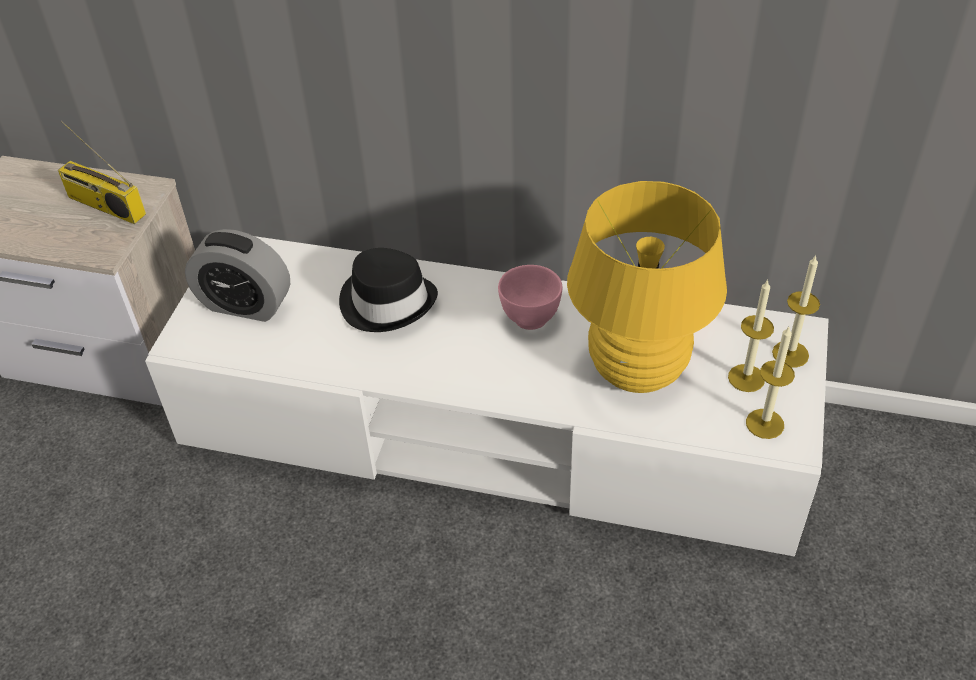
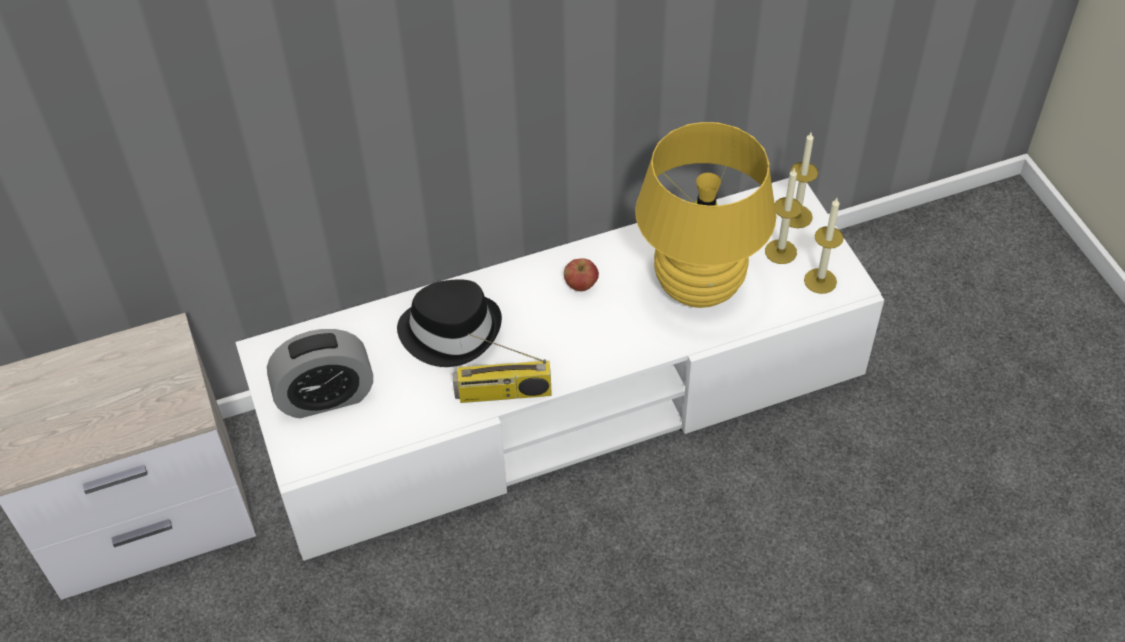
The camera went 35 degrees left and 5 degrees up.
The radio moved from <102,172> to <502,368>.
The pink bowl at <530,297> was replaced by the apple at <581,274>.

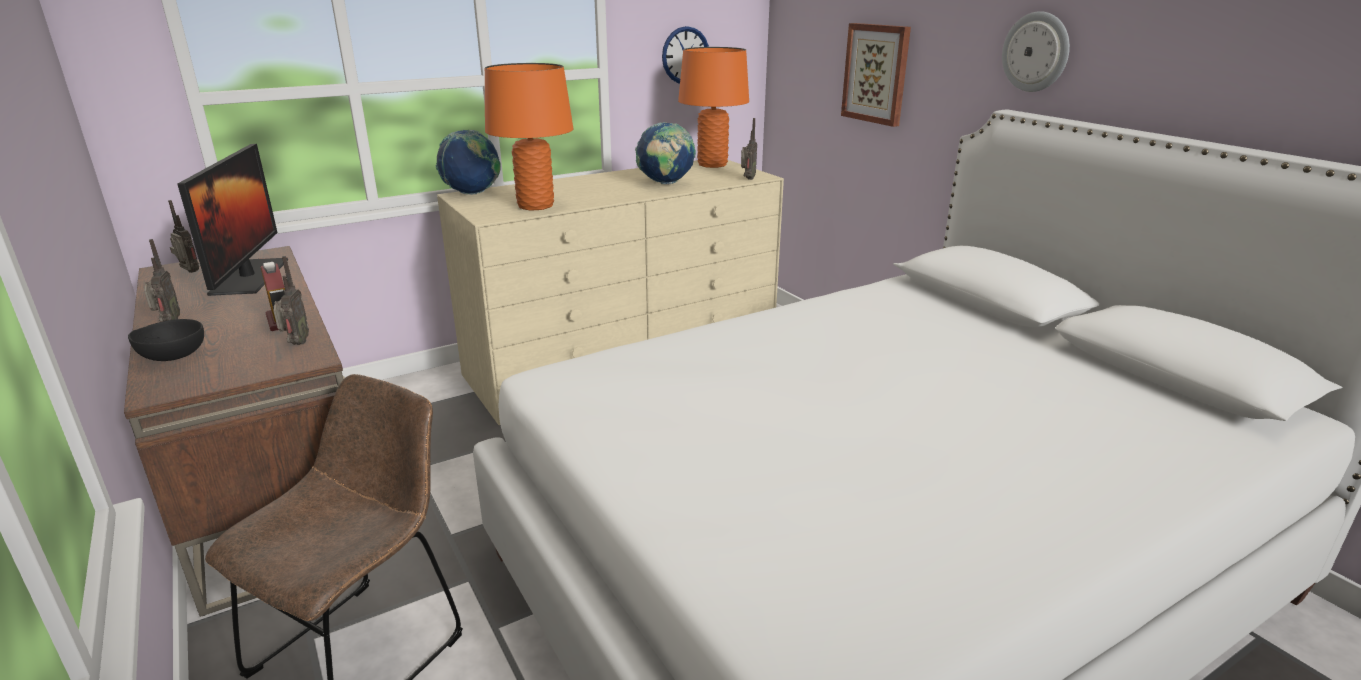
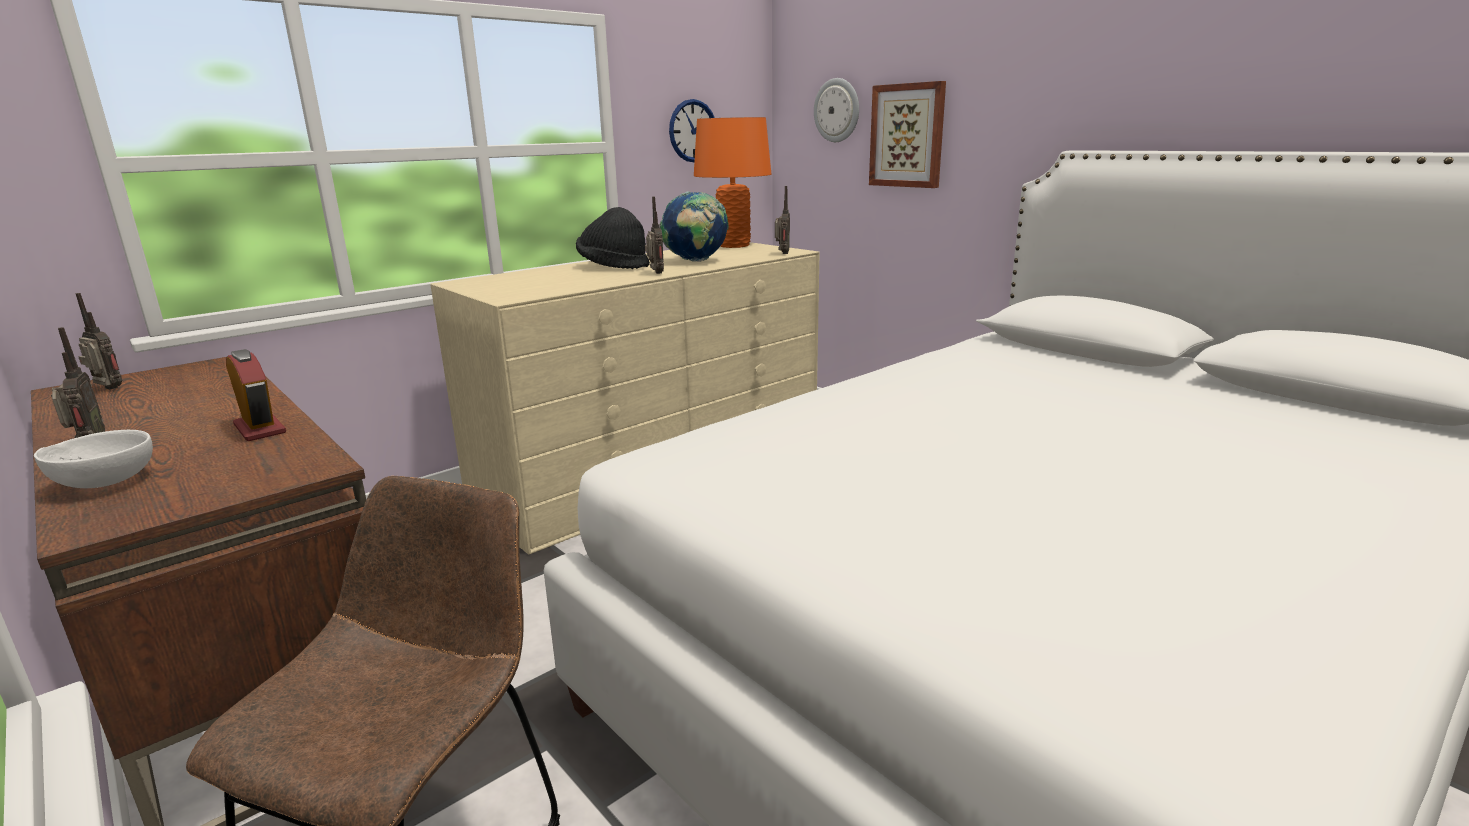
The camera went 10 degrees left and 5 degrees down.
The black bowl at <166,340> became the white bowl at <93,459>.
The monitor at <233,220> disappeared.
The radio moved from <291,300> to <654,235>.
The globe at <468,162> disappeared.
The orange table lamp at <529,136> disappeared.
The wall clock moved from <1036,51> to <836,110>.
The black hat at <613,238> appeared.

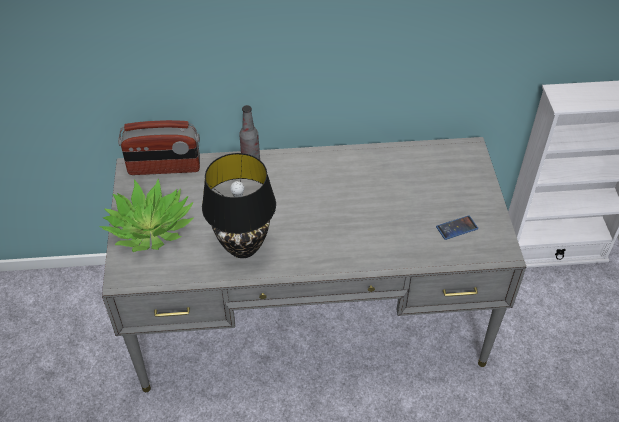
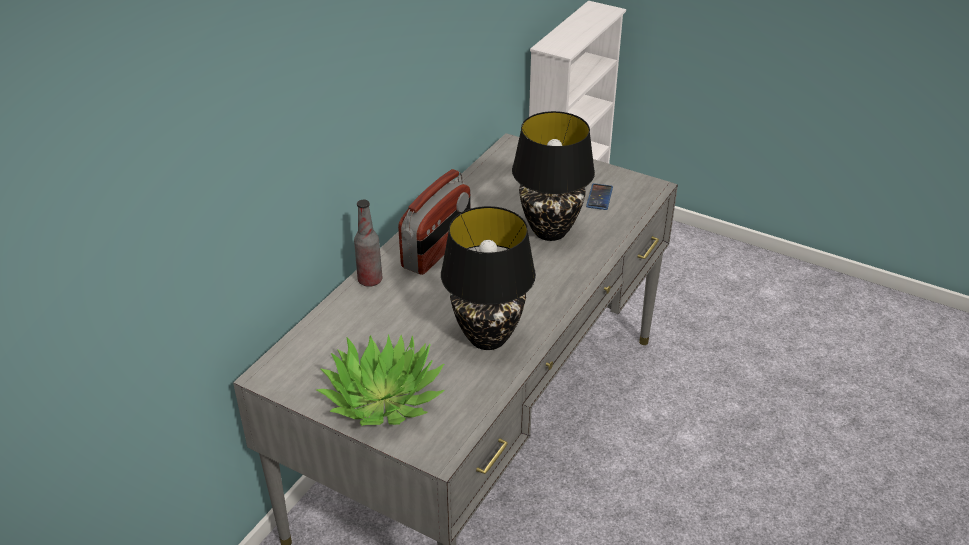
The camera went 55 degrees left and 10 degrees down.
The radio moved from <159,147> to <434,222>.
The black table lamp at <553,176> appeared.

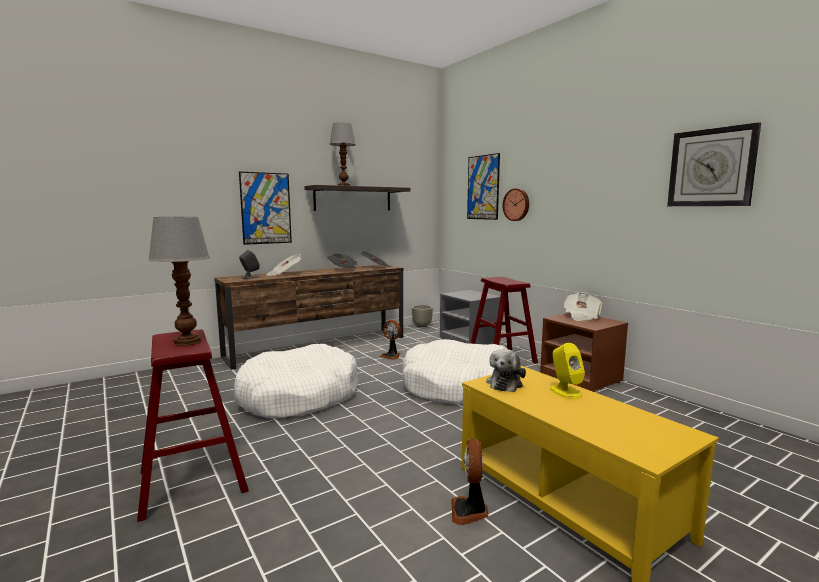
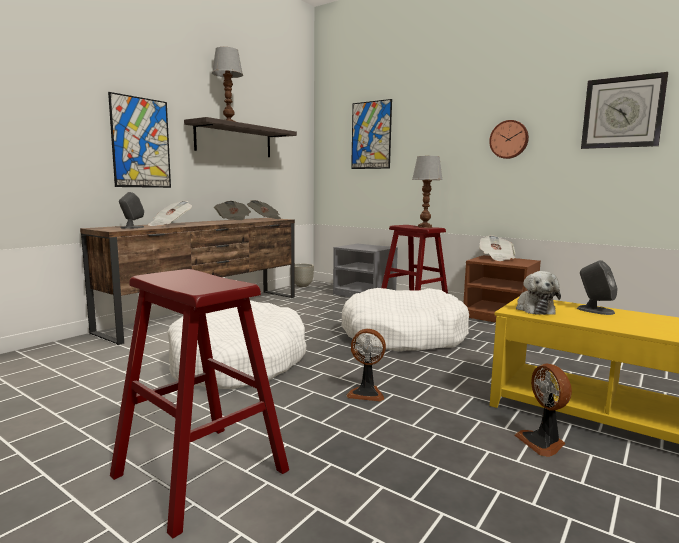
The camera went 20 degrees left and 0 degrees up.
The table lamp moved from <179,281> to <427,192>.
The fan moved from <390,340> to <366,365>.
The wall clock moved from <515,204> to <509,139>.
The yellow speaker at <567,371> became the grey speaker at <597,287>.

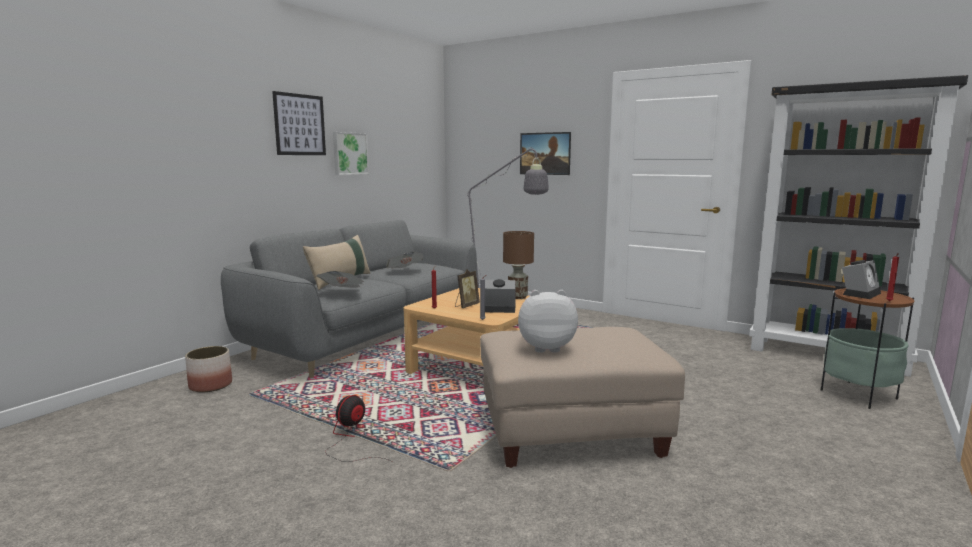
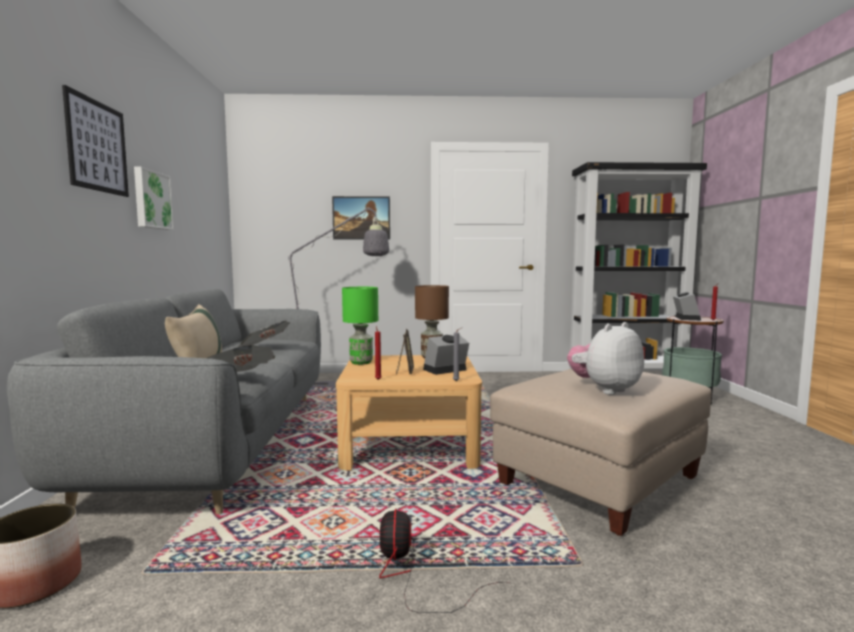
The camera went 35 degrees left and 5 degrees down.
The green table lamp at <360,326> appeared.

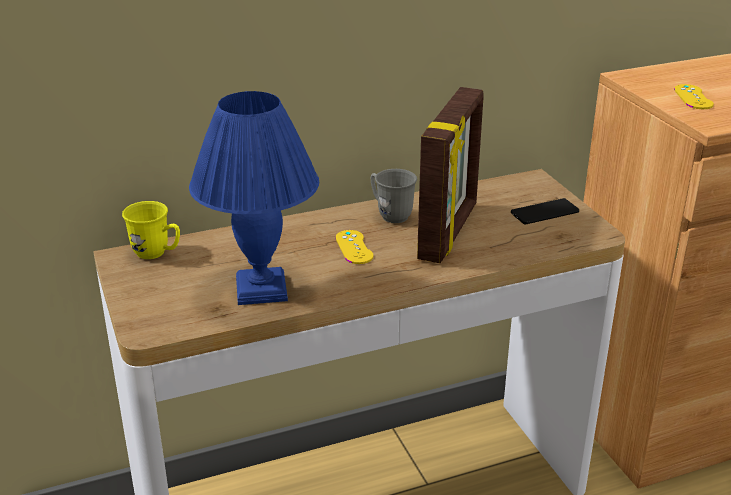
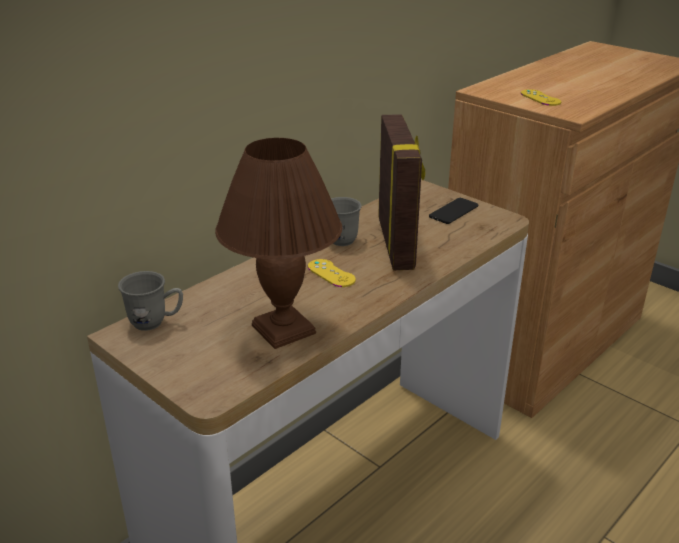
The camera went 25 degrees left and 0 degrees up.
The yellow mug at <151,230> became the grey mug at <150,301>.
The blue table lamp at <254,198> became the brown table lamp at <278,243>.

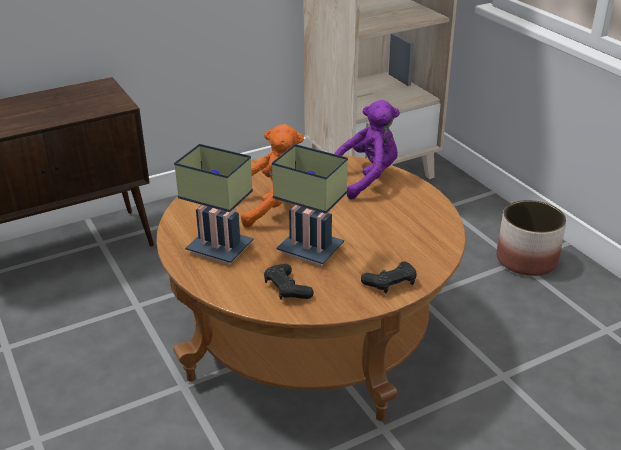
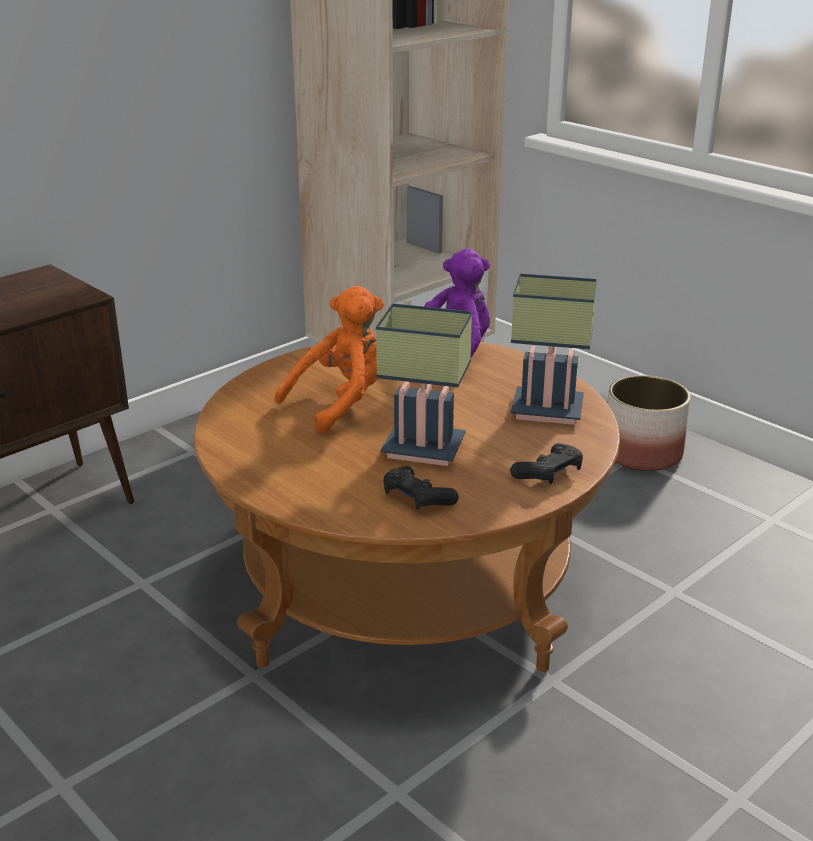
The camera went 15 degrees left and 5 degrees down.
The table lamp moved from <214,204> to <554,349>.

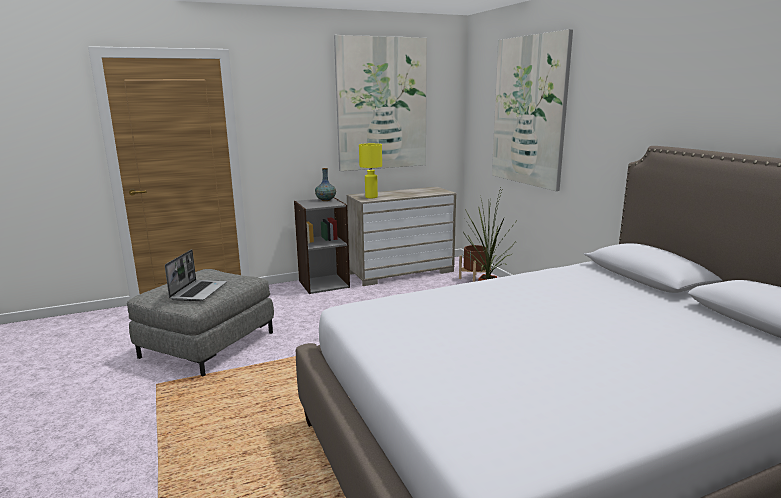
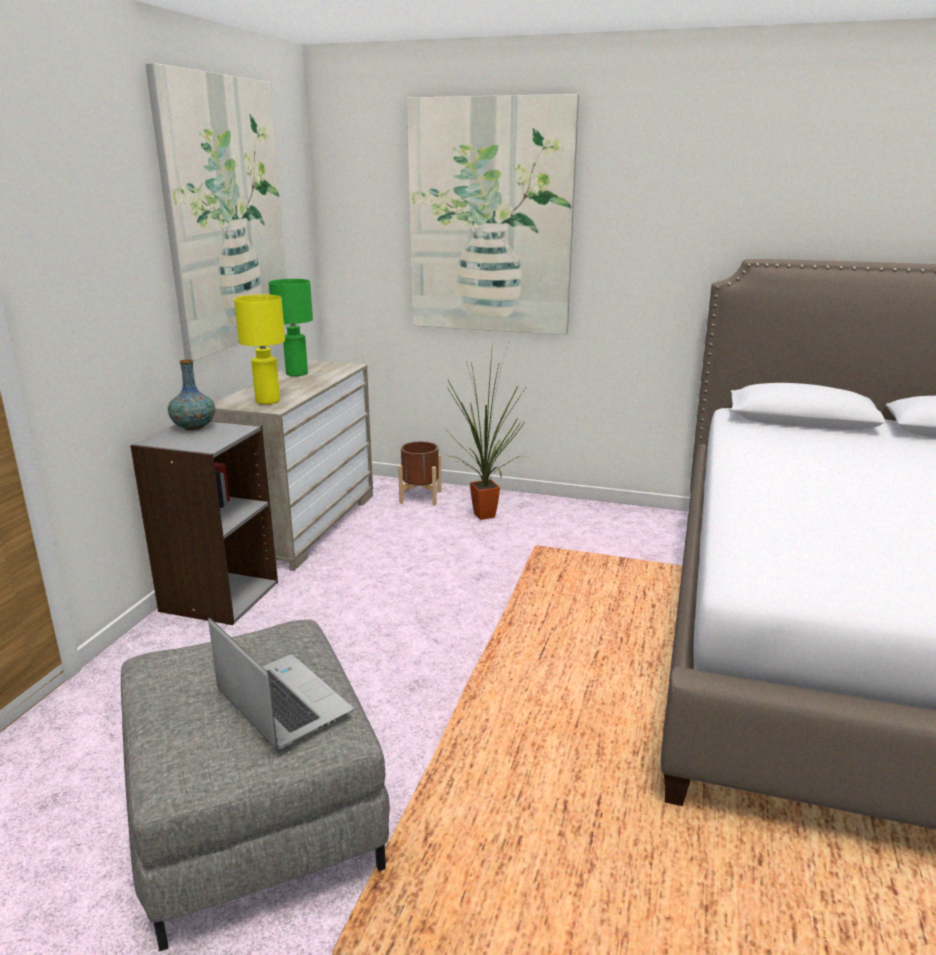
The camera went 50 degrees left and 5 degrees up.
The green table lamp at <291,327> appeared.

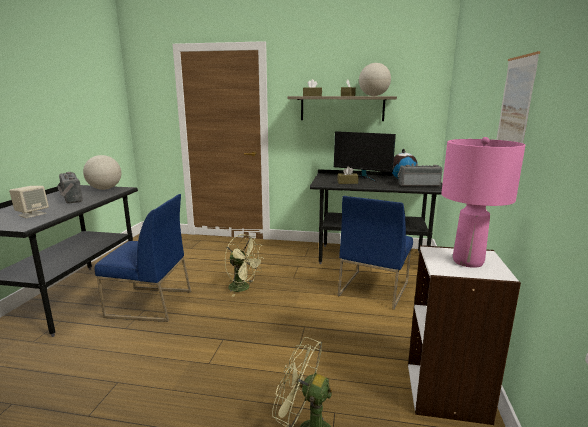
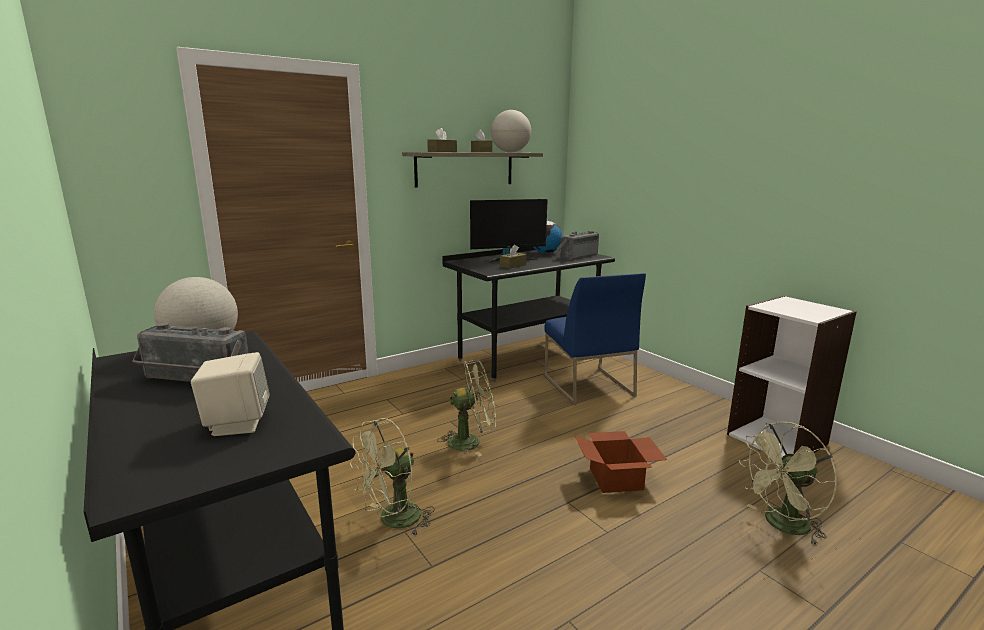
The camera went 45 degrees left and 0 degrees up.
The blue chair at <143,258> was replaced by the green fan at <392,477>.
The pink table lamp at <483,202> disappeared.
The picture at <518,97> disappeared.
The cardboard box at <621,462> appeared.

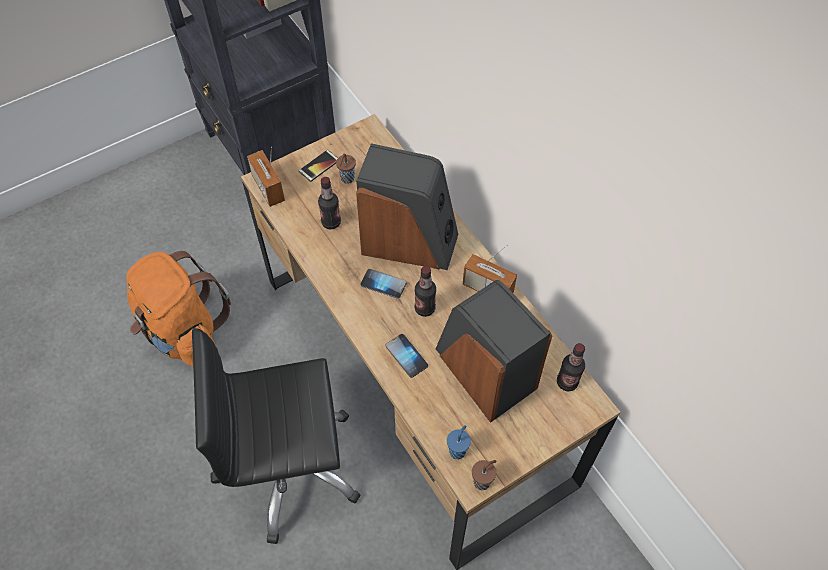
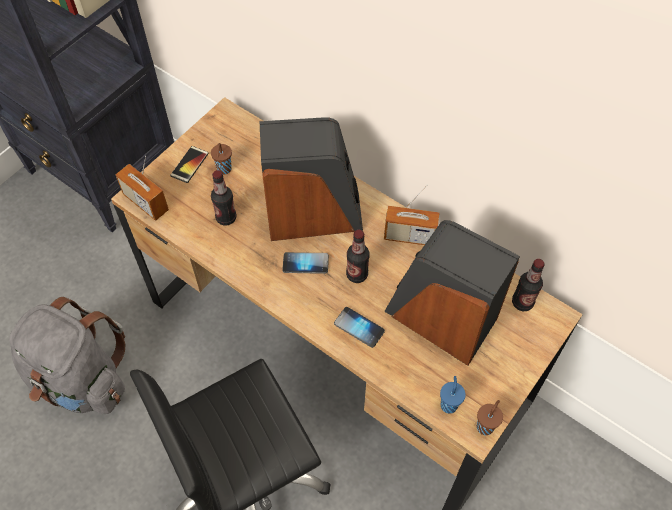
The camera went 20 degrees left and 0 degrees up.
The orange backpack at <179,308> became the grey backpack at <67,355>.

